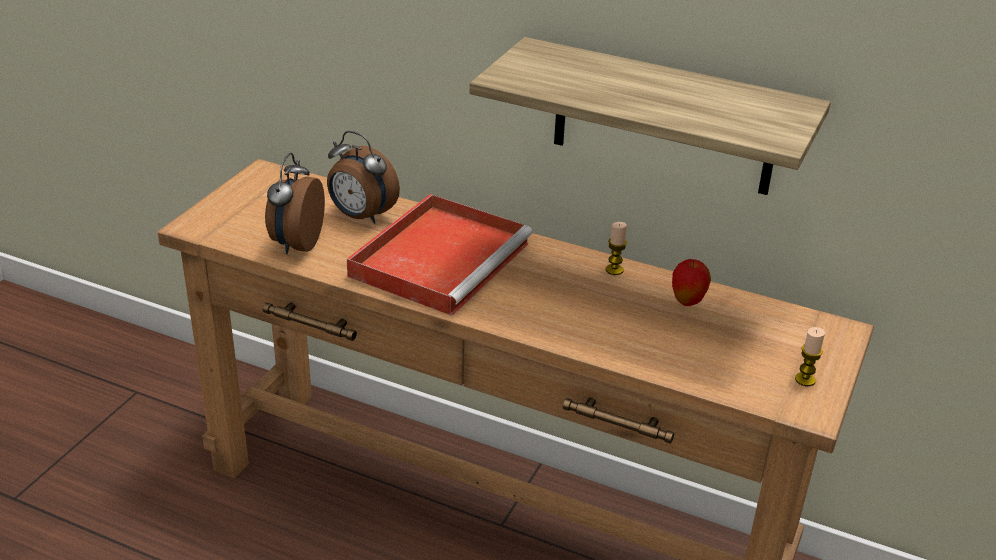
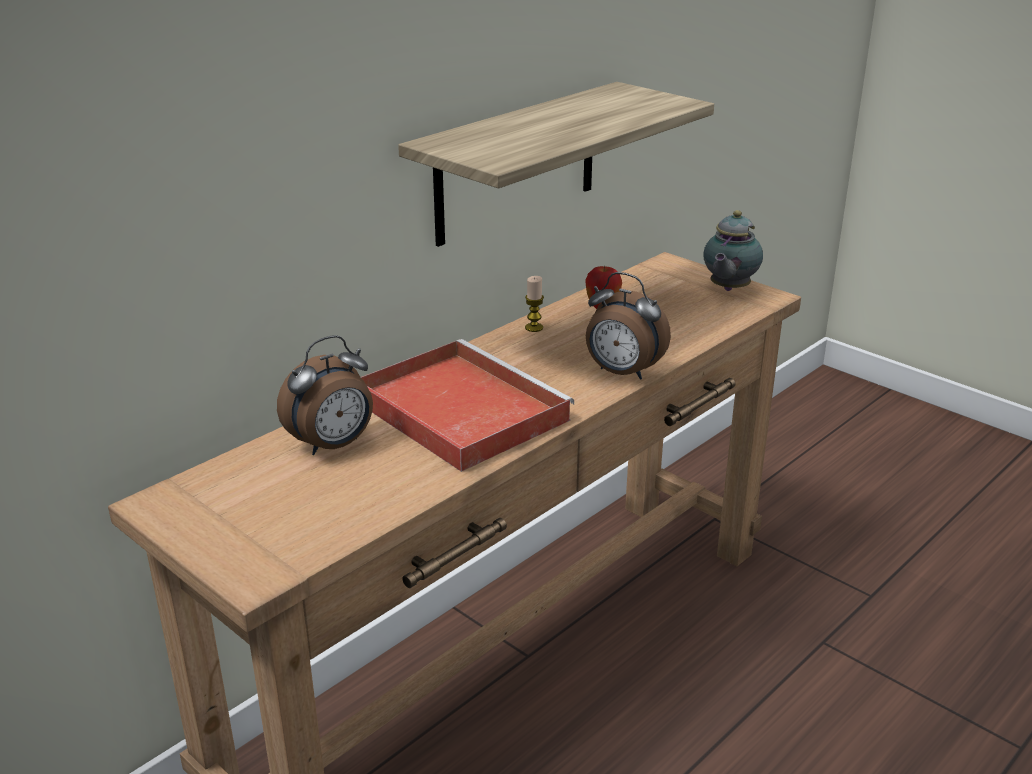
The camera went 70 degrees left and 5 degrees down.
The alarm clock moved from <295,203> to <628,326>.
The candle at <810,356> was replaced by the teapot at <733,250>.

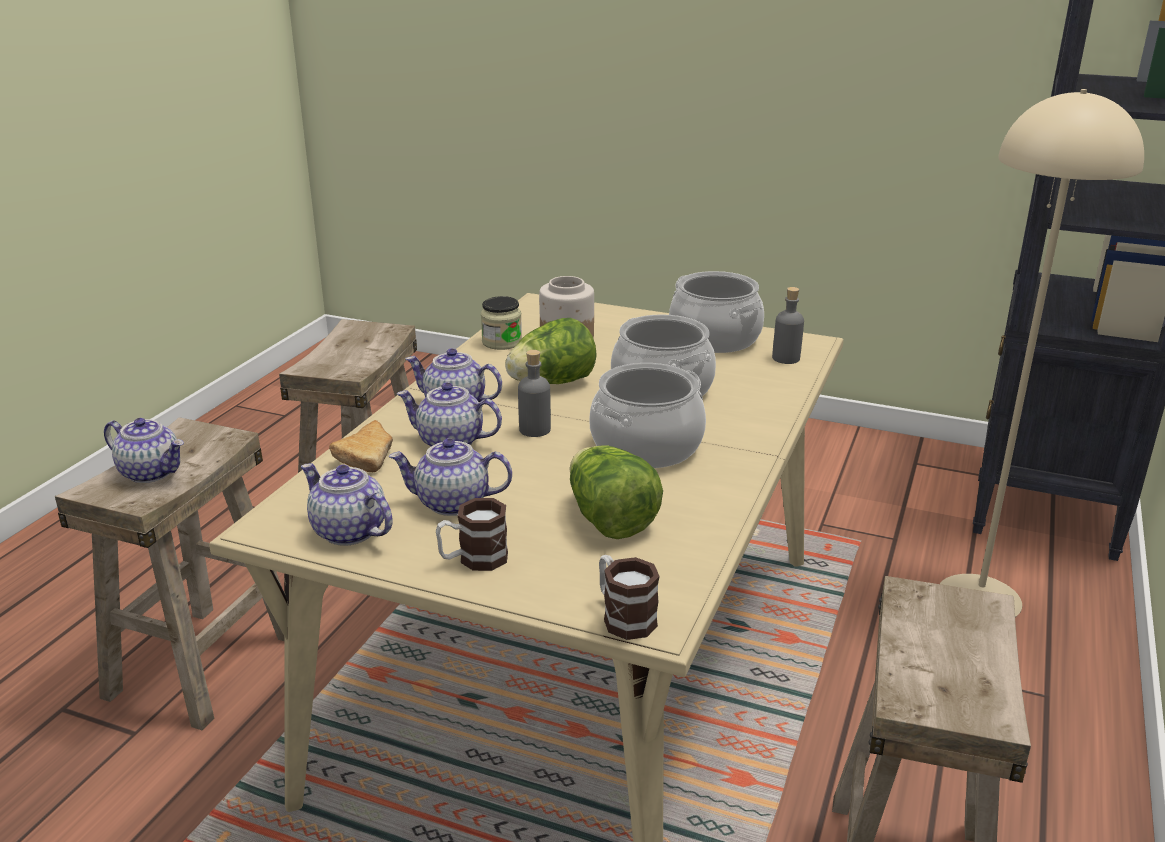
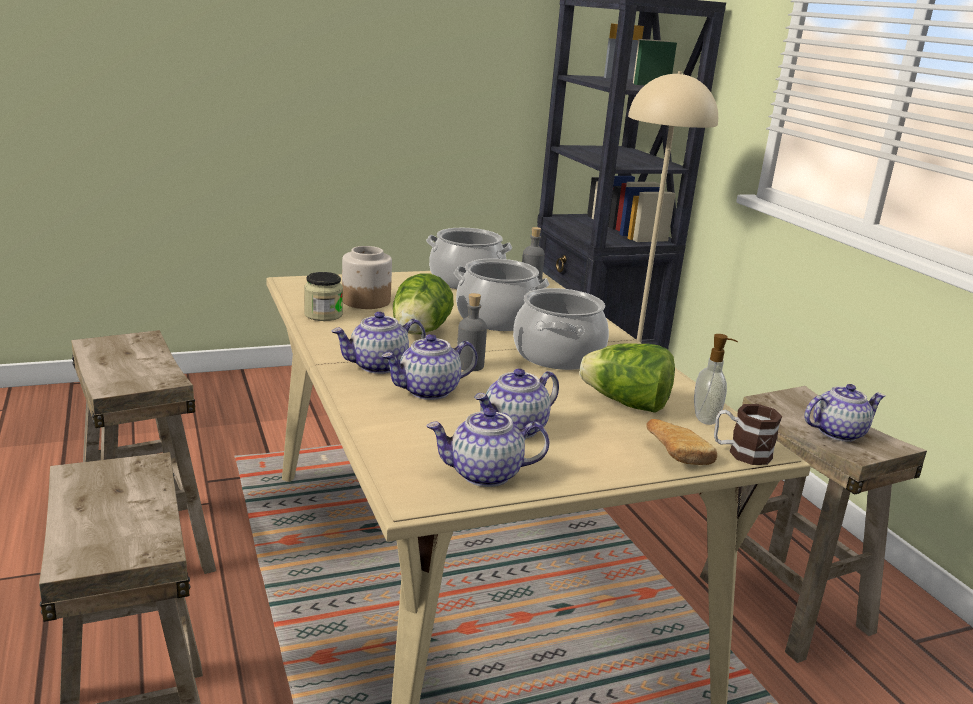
The camera went 45 degrees left and 5 degrees down.
The teapot moved from <144,450> to <844,413>.
The bread moved from <361,446> to <681,442>.
The mug at <472,534> disappeared.
The soap dispenser at <716,379> appeared.

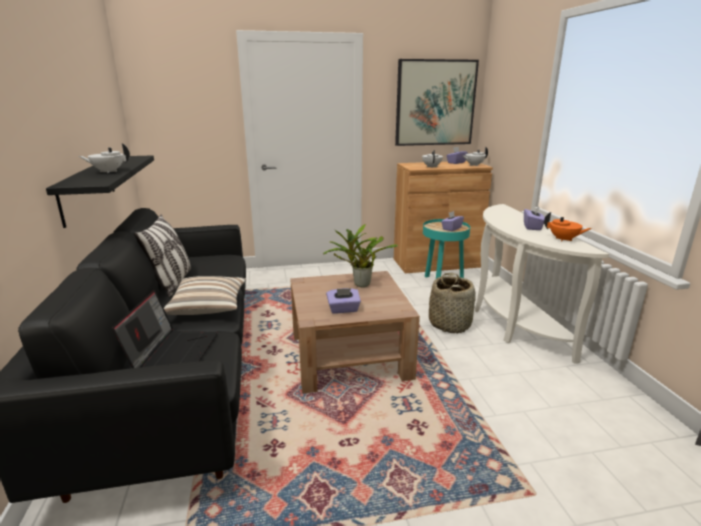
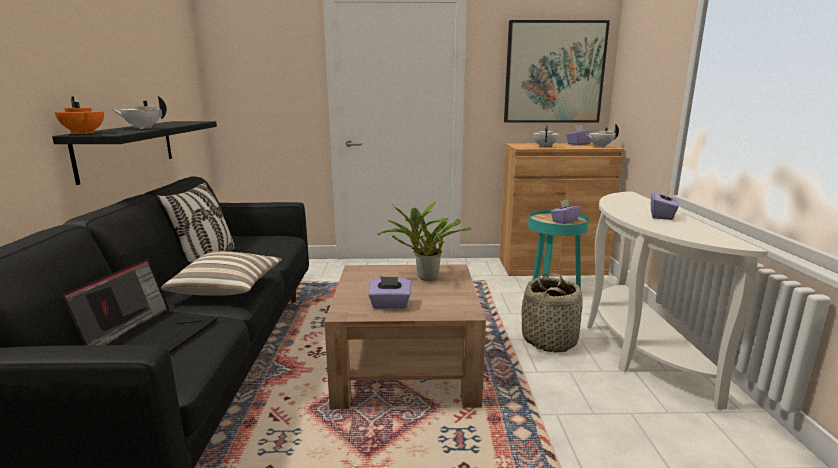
The camera went 10 degrees right and 5 degrees down.
The orange teapot moved from <568,227> to <79,115>.

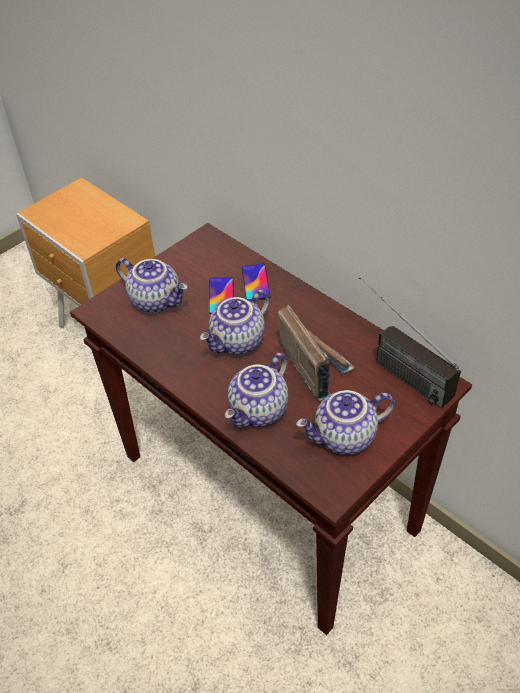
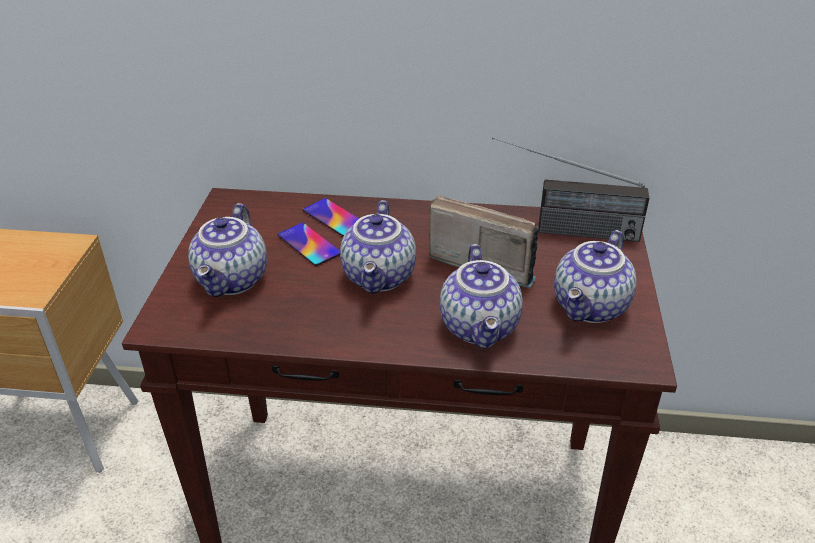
The camera went 40 degrees left and 10 degrees down.
The teapot at <152,285> turned 105 degrees clockwise.

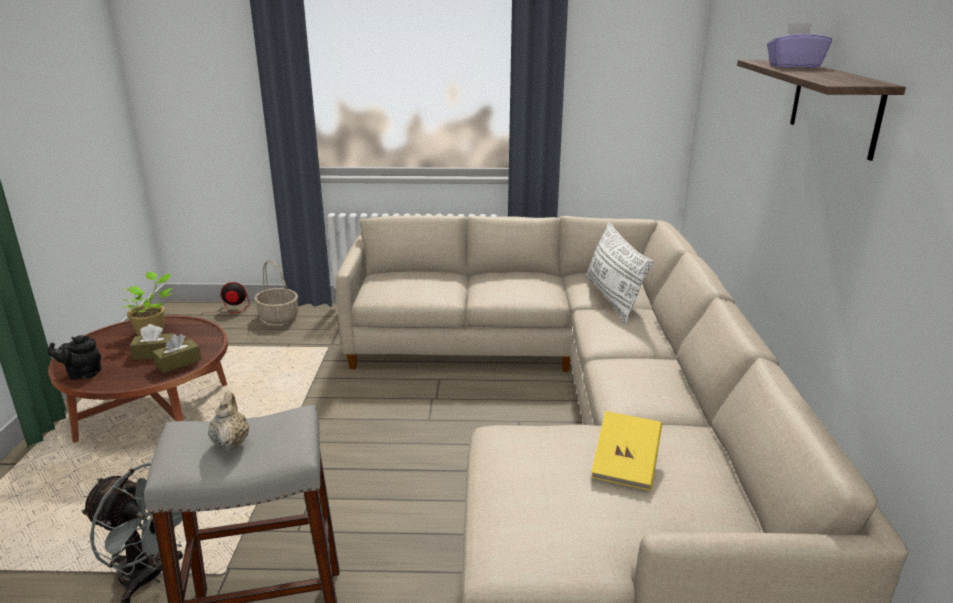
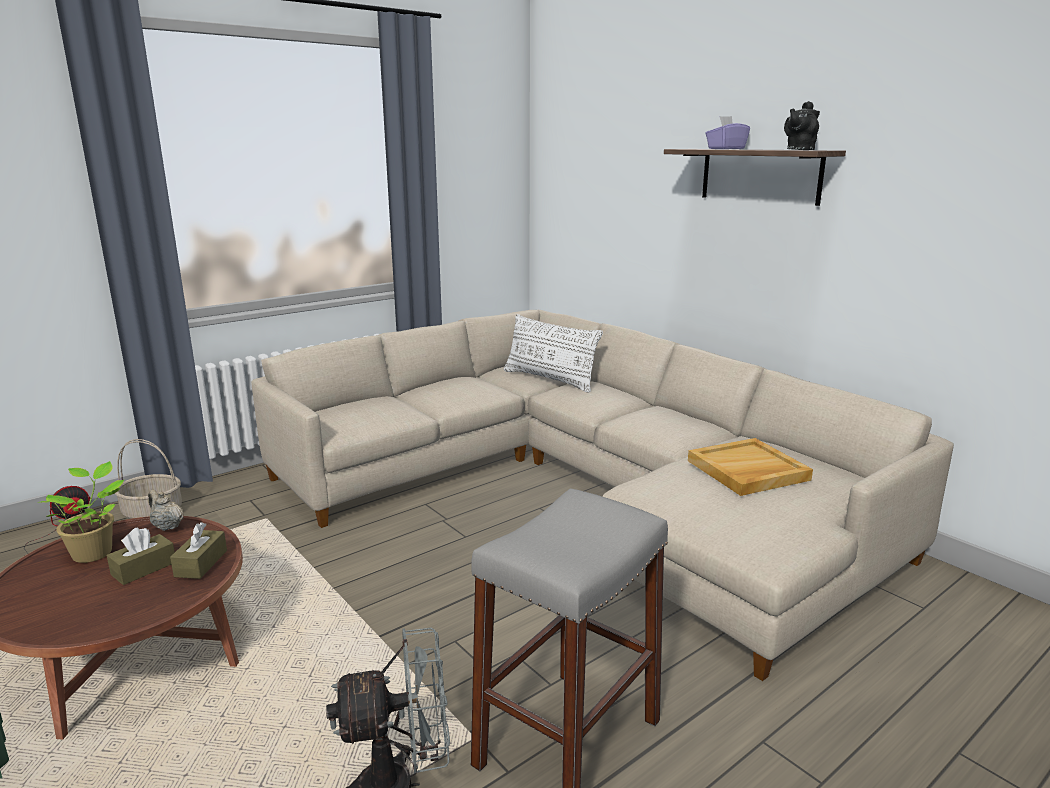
The camera went 40 degrees left and 5 degrees down.
The black teapot moved from <74,357> to <802,125>.
The beige teapot moved from <228,421> to <166,510>.
The yellow book at <626,451> was replaced by the beige tray at <750,467>.

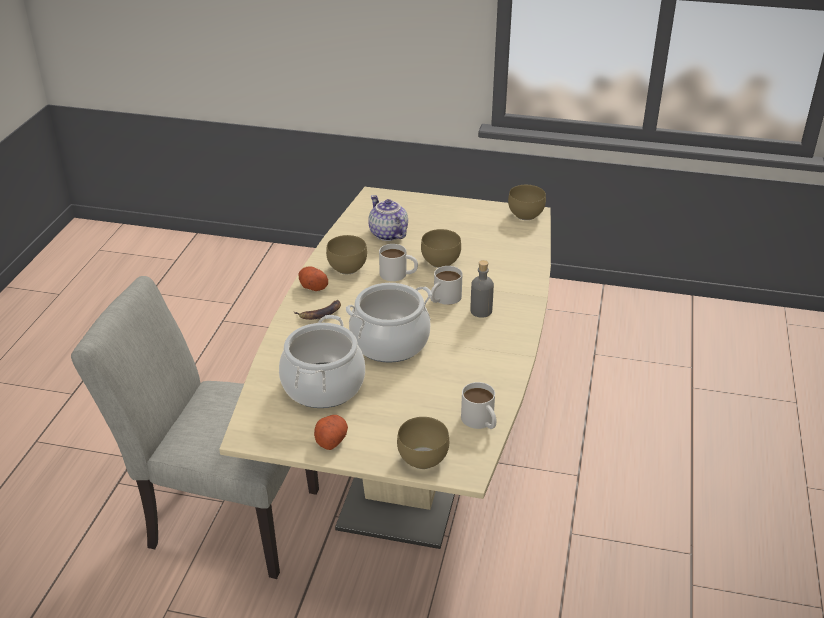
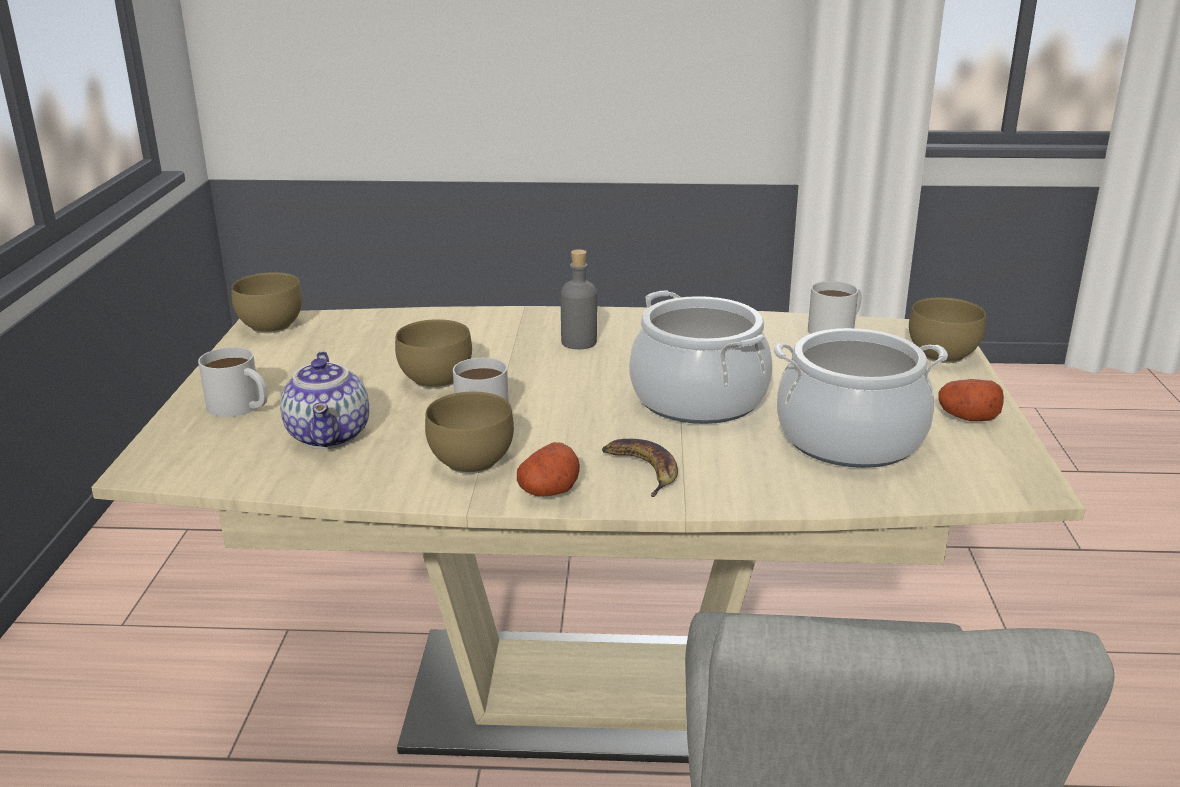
The camera went 100 degrees left and 10 degrees down.
The teapot at <388,218> turned 60 degrees counterclockwise.
The white mug moved from <446,285> to <233,382>.

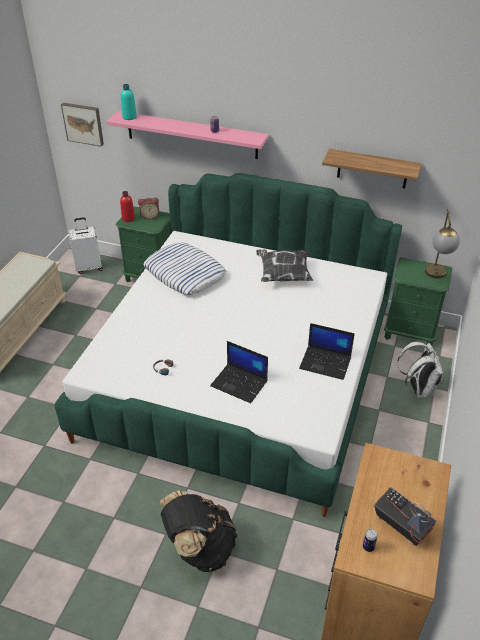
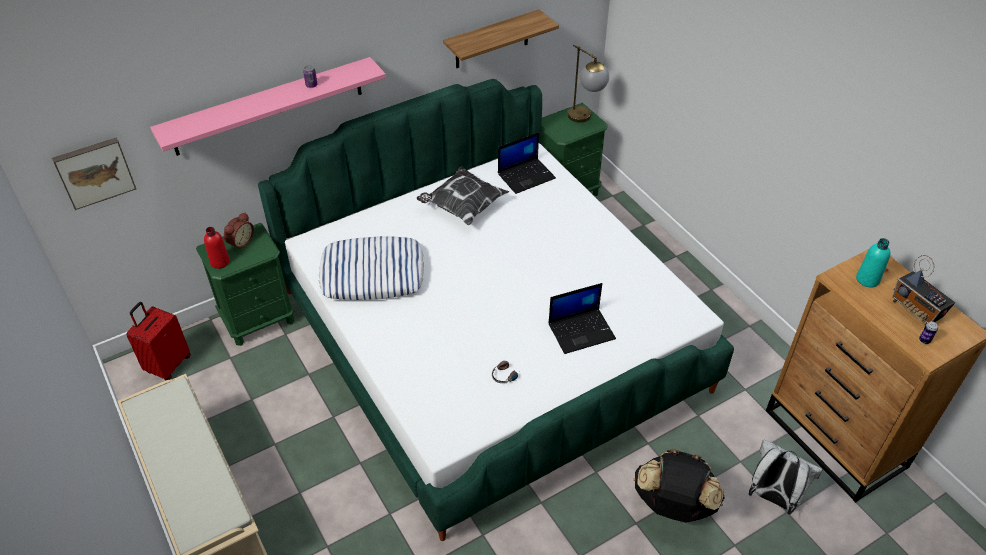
The camera went 50 degrees left and 5 degrees up.
The white suitcase at <86,245> became the red suitcase at <158,341>.
The turquoise bottle moved from <129,102> to <873,262>.
The laptop moved from <327,351> to <527,163>.
The radio at <405,516> turned 120 degrees counterclockwise.
The white backpack moved from <420,370> to <786,477>.

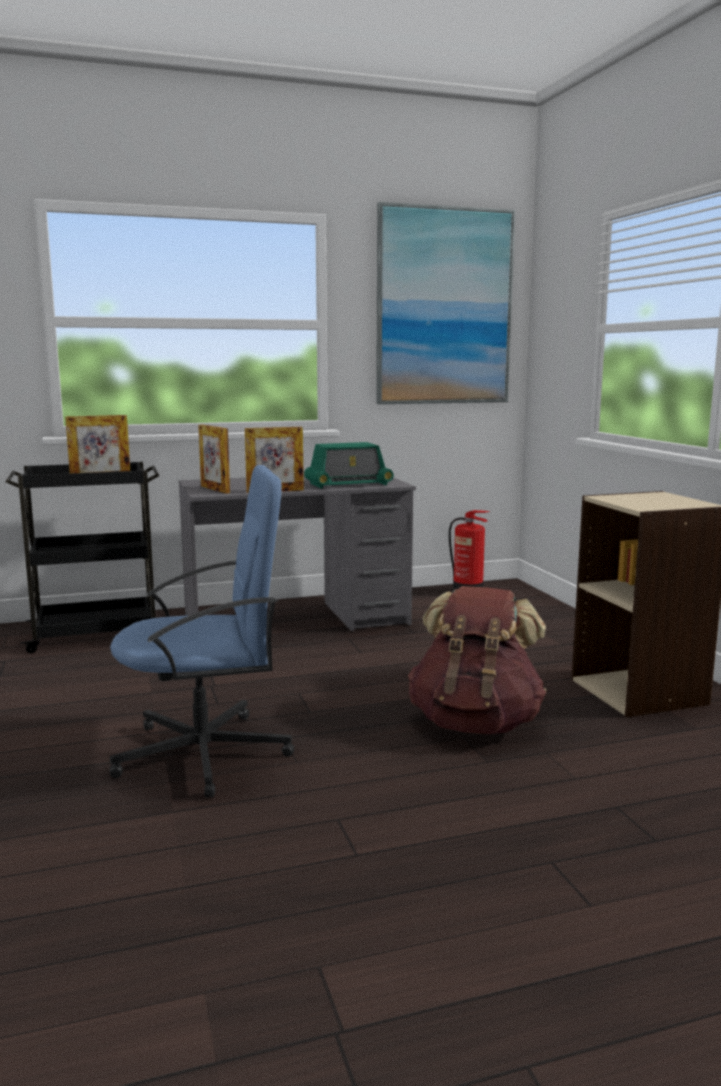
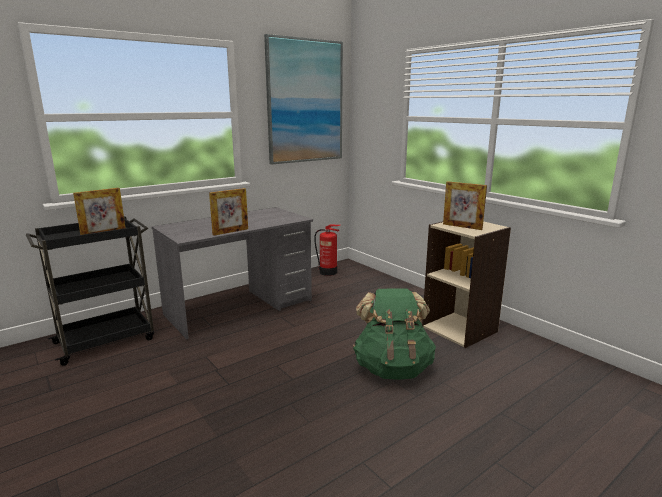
The camera went 20 degrees left and 5 degrees up.
The blue office chair at <202,631> disappeared.
The picture frame moved from <214,459> to <465,205>.
The radio at <349,465> disappeared.
The brown backpack at <477,660> became the green backpack at <394,334>.

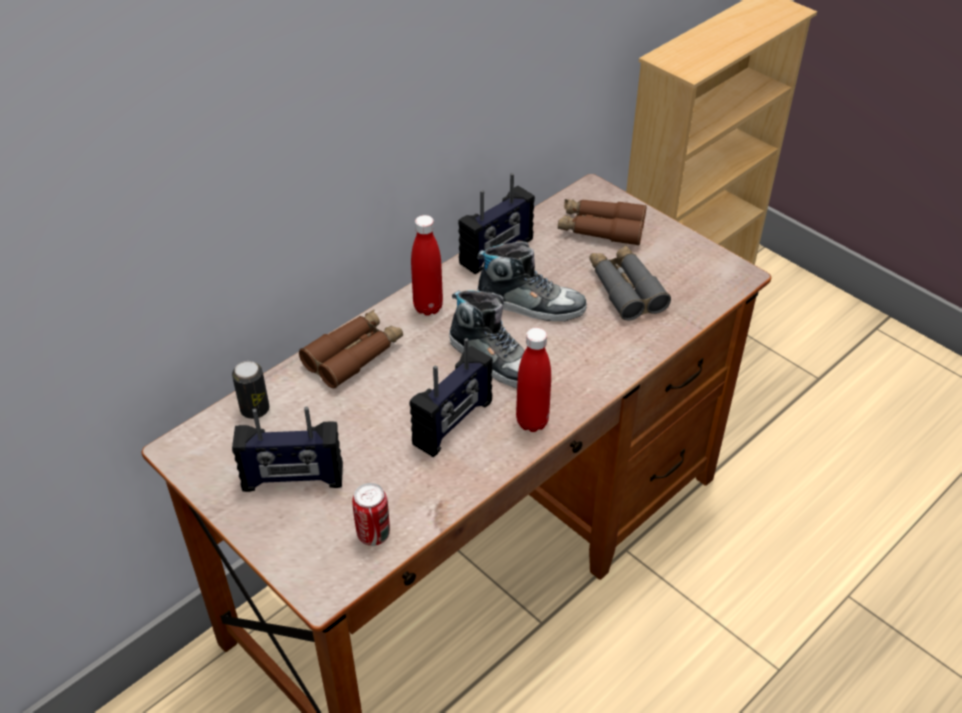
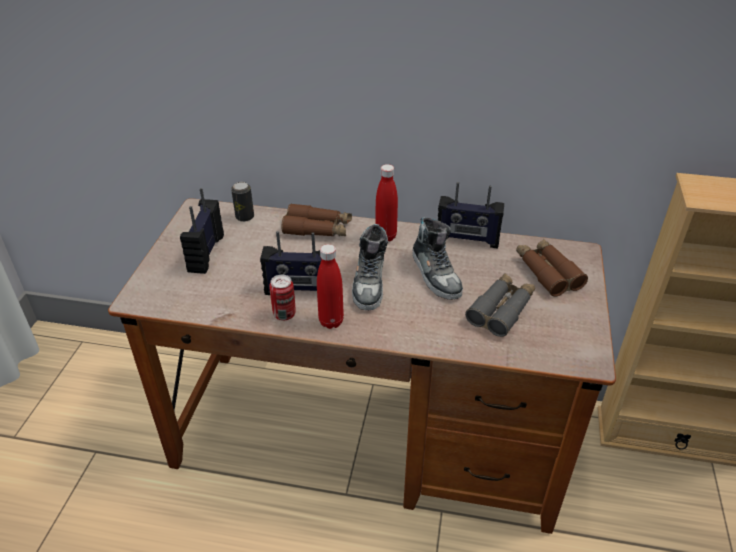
The camera went 55 degrees right and 5 degrees down.
The radio at <287,449> turned 45 degrees clockwise.
The can moved from <371,514> to <282,298>.

